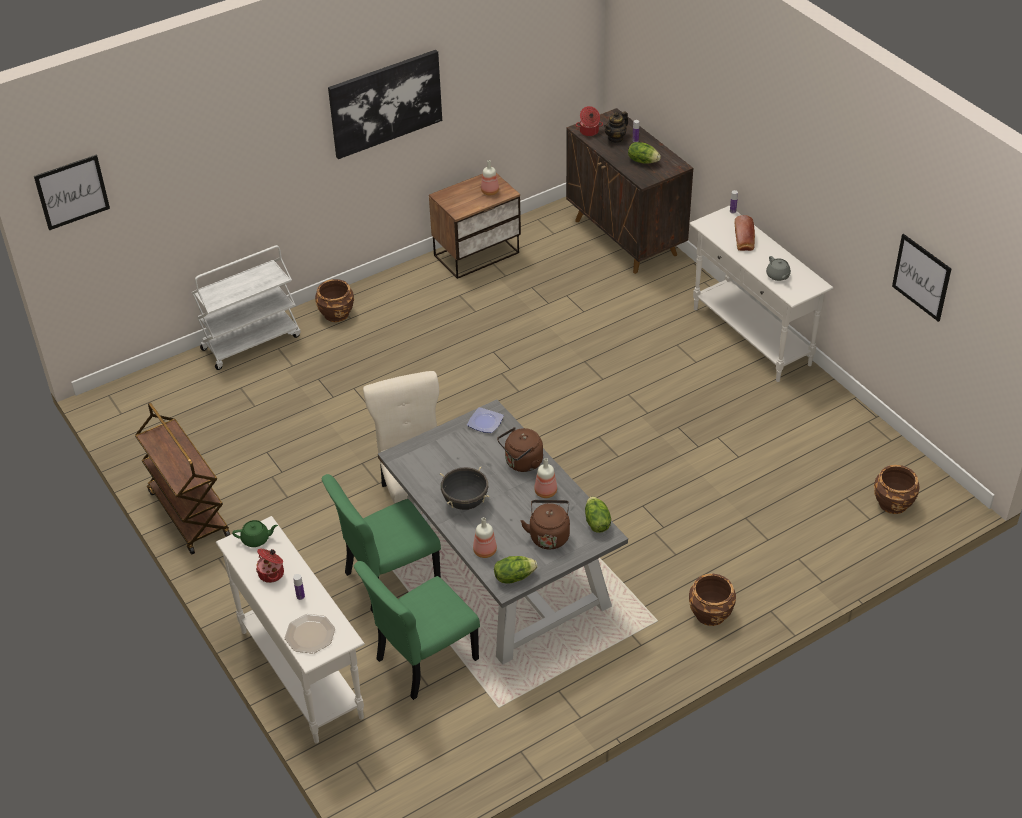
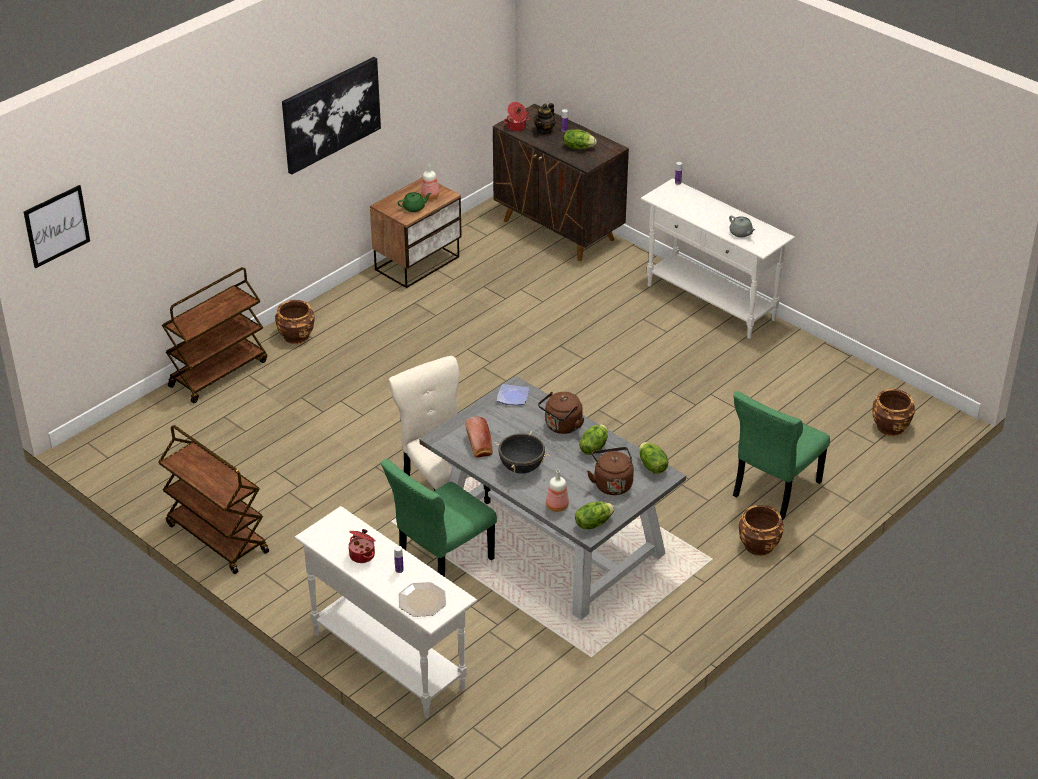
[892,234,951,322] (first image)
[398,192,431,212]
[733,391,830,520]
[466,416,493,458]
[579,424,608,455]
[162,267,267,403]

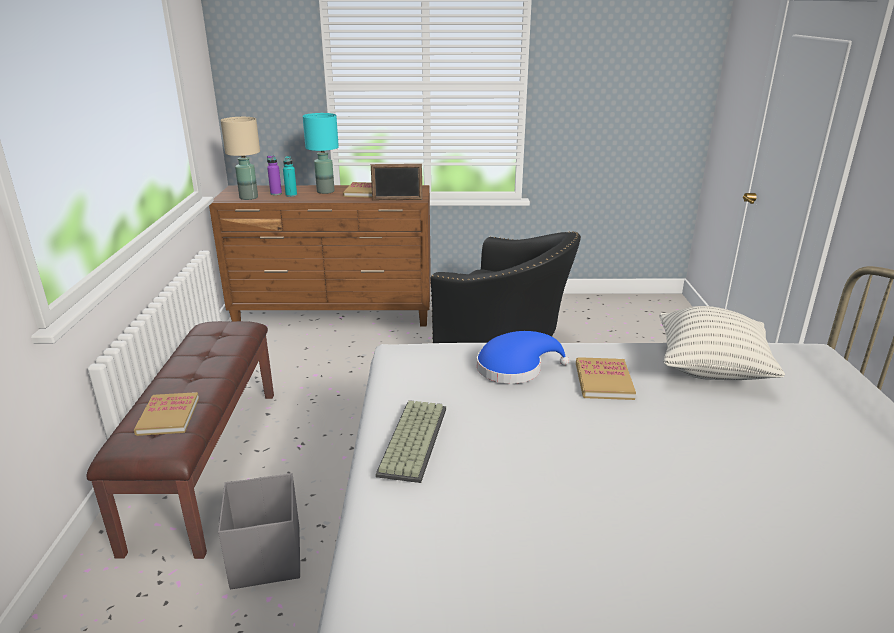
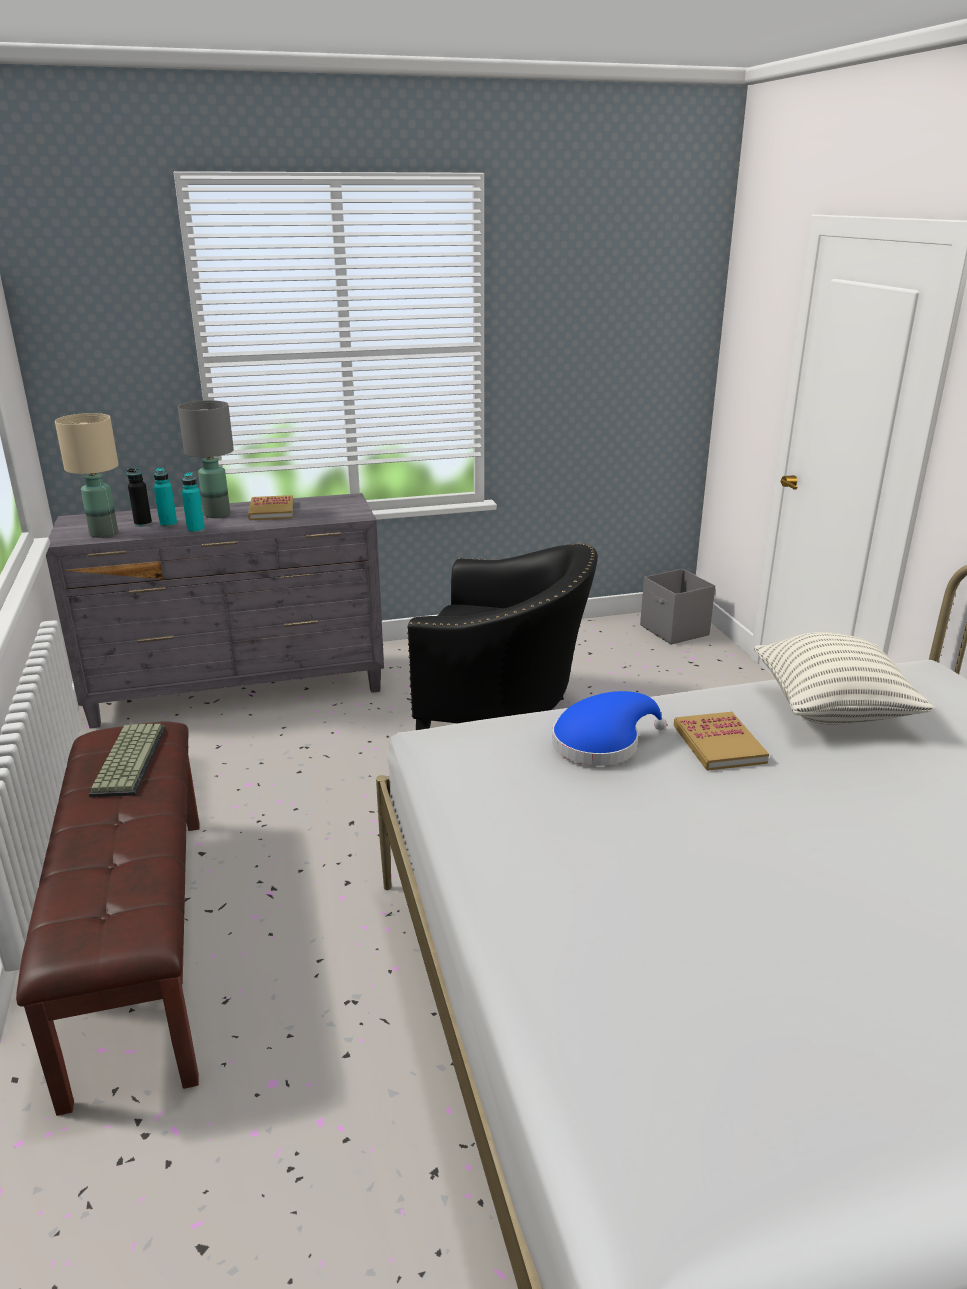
[134,392,199,436] (first image)
[371,164,423,200] (first image)
[182,472,205,533]
[640,569,715,644]
[89,723,166,797]
[46,493,384,728]
[127,468,152,527]
[178,400,234,518]

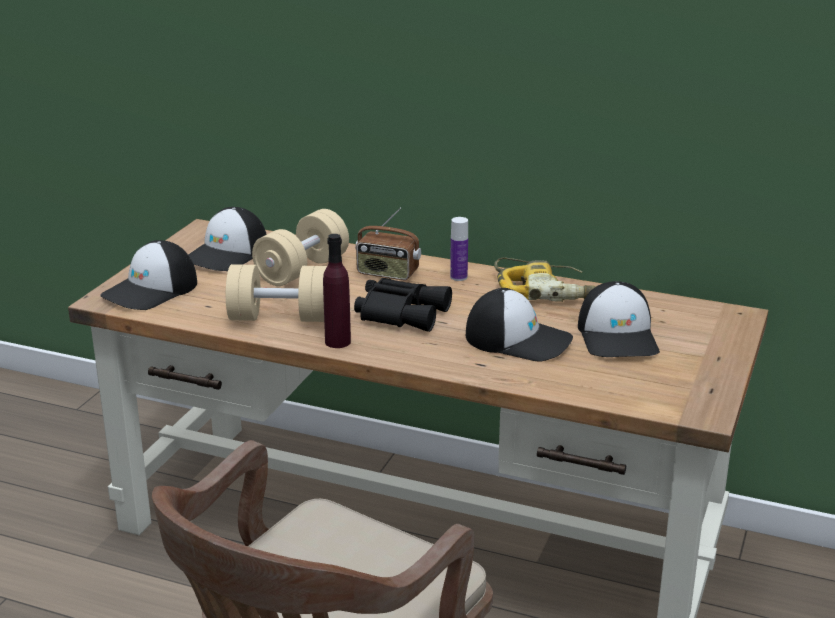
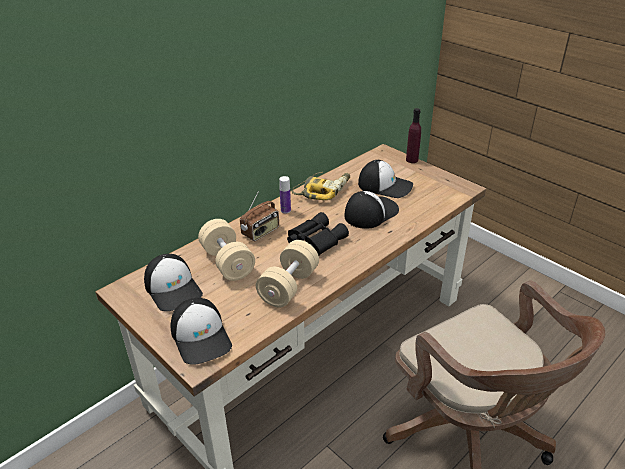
[406,108,421,163]

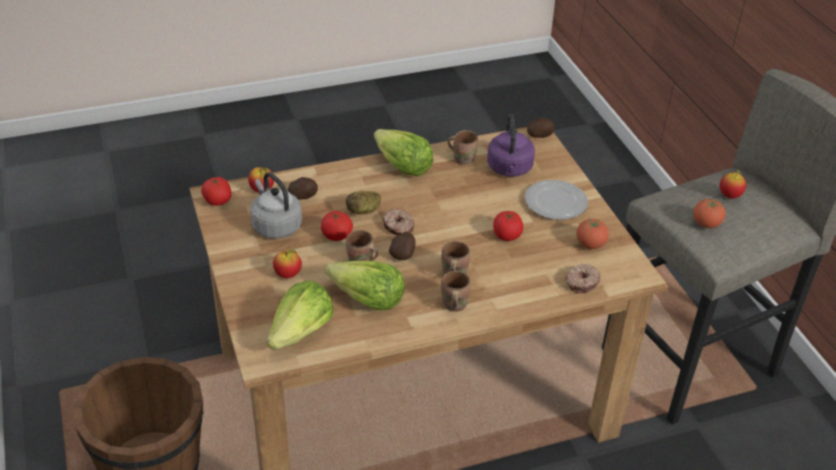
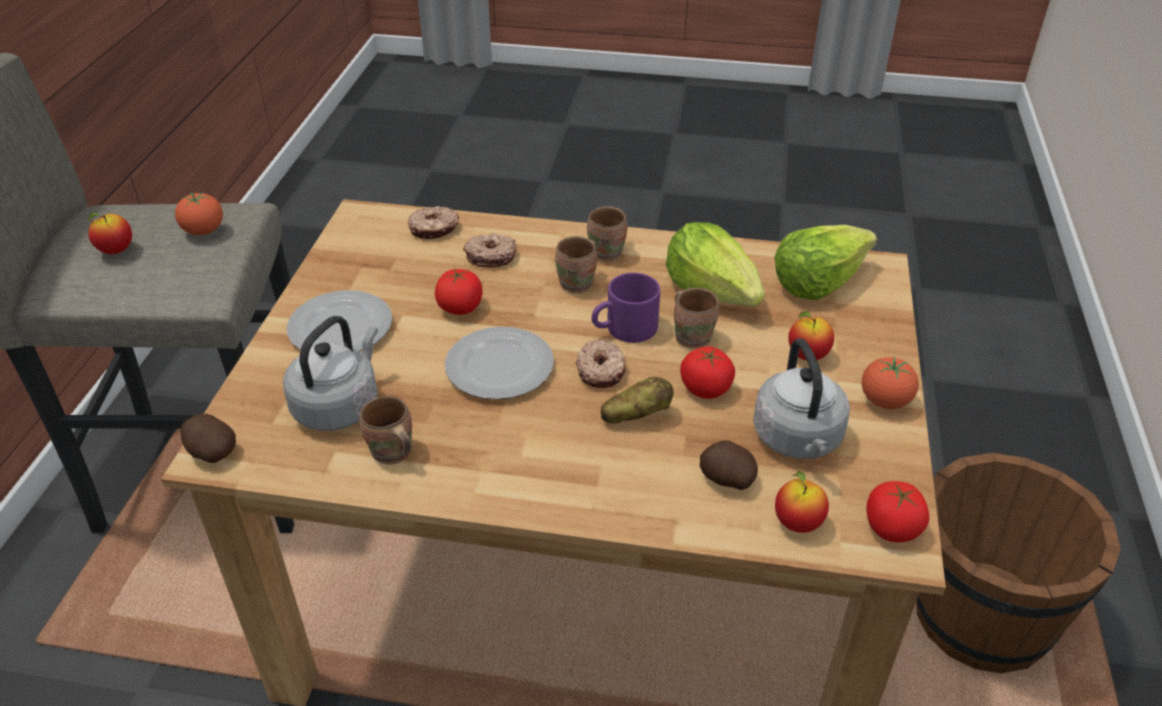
[374,129,433,176] (first image)
[445,327,554,399]
[463,233,516,268]
[862,355,919,409]
[591,273,660,343]
[283,316,378,431]

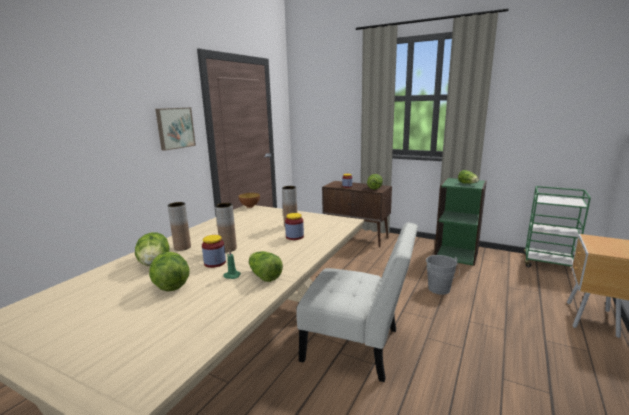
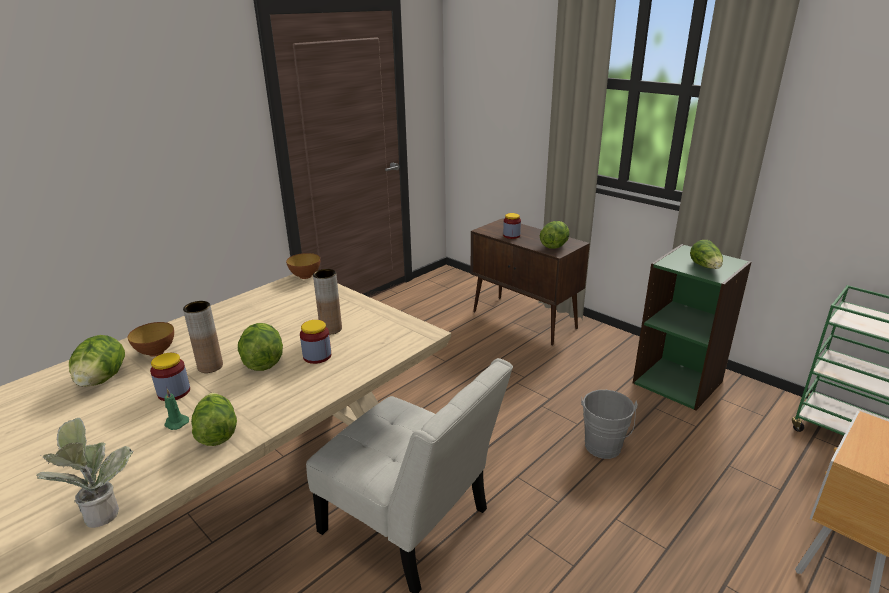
[155,108,196,151] (first image)
[36,418,134,528]
[238,323,283,371]
[128,322,174,357]

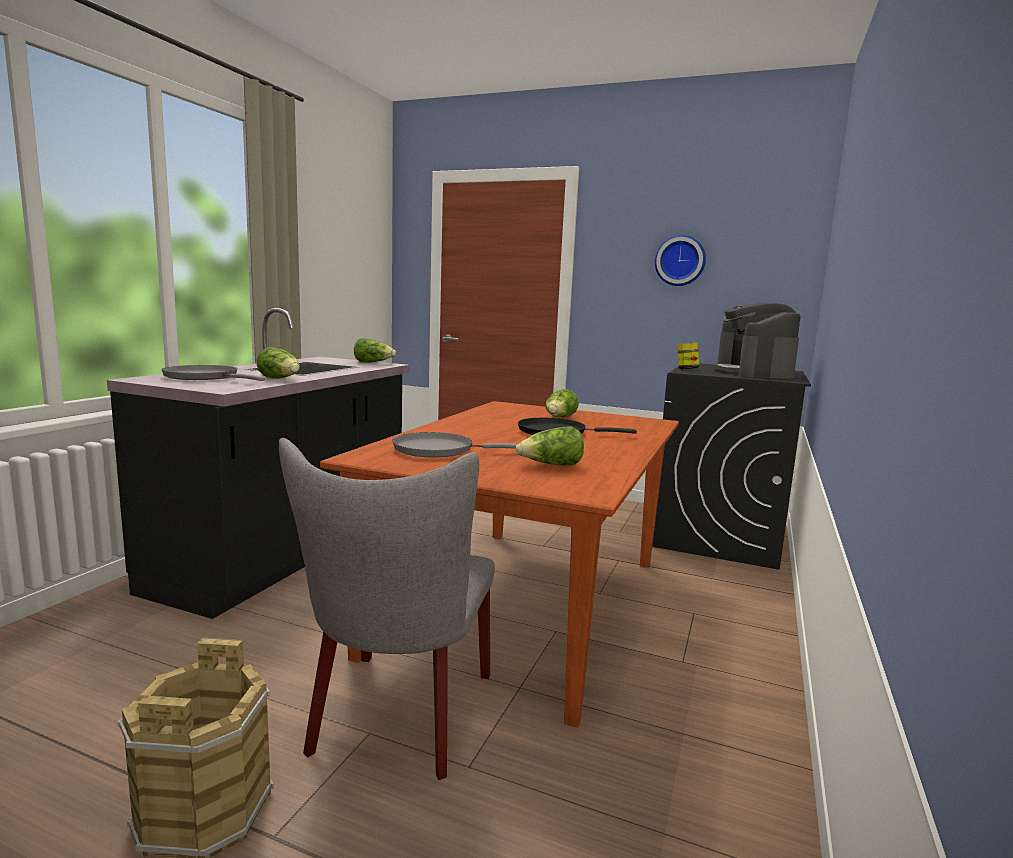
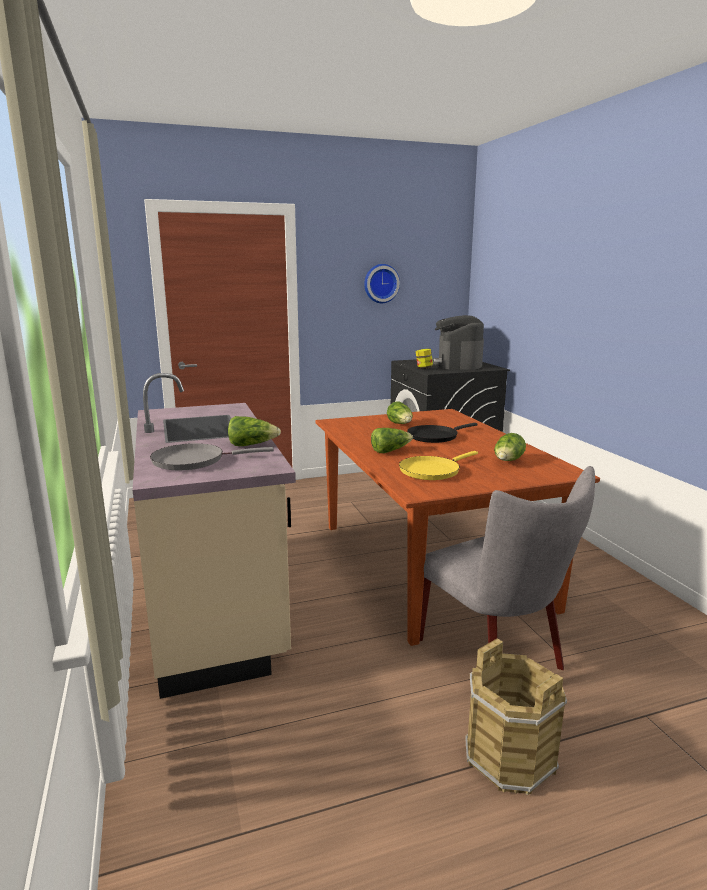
[371,428,413,453]
[133,373,296,699]
[399,451,478,480]
[432,315,484,369]

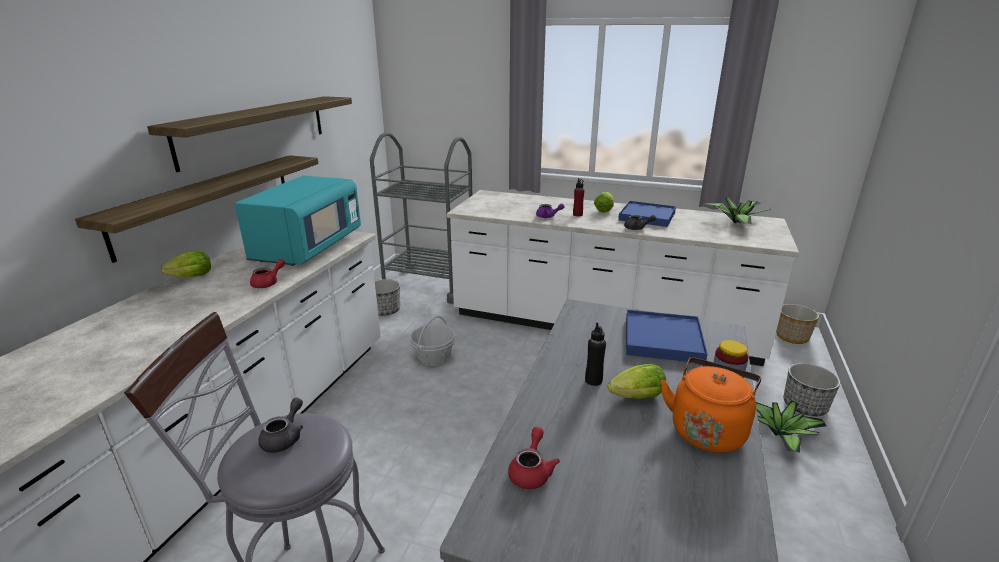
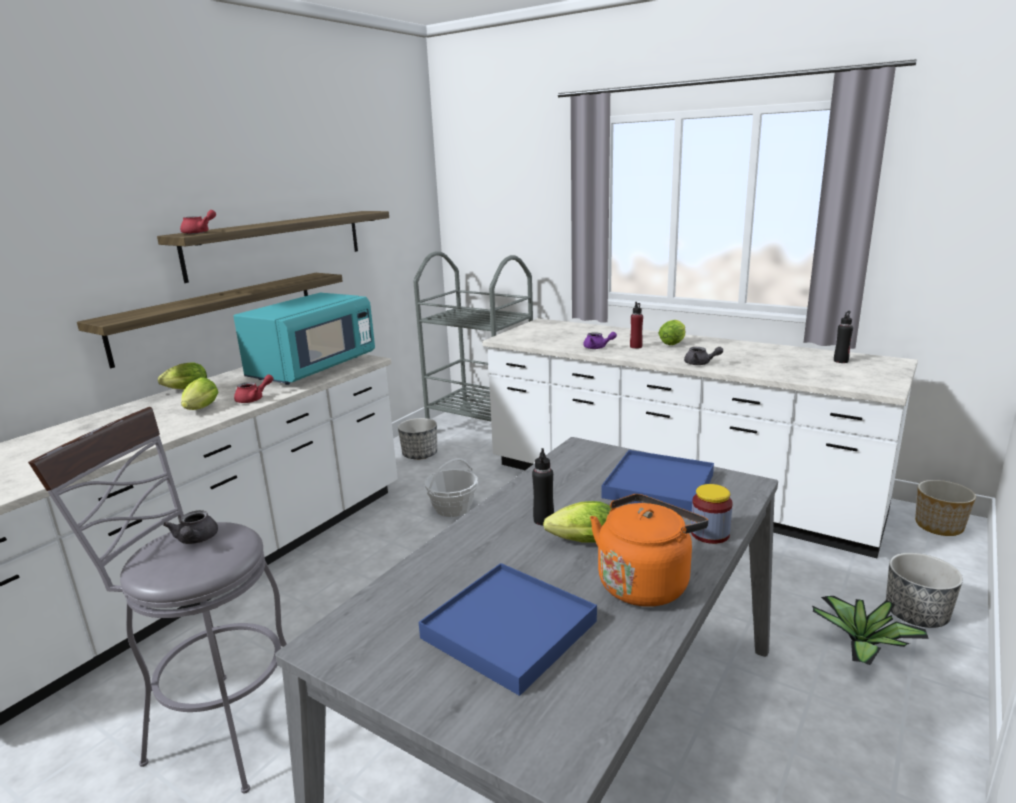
[181,377,218,410]
[180,210,216,234]
[419,563,597,696]
[834,311,853,363]
[163,510,218,544]

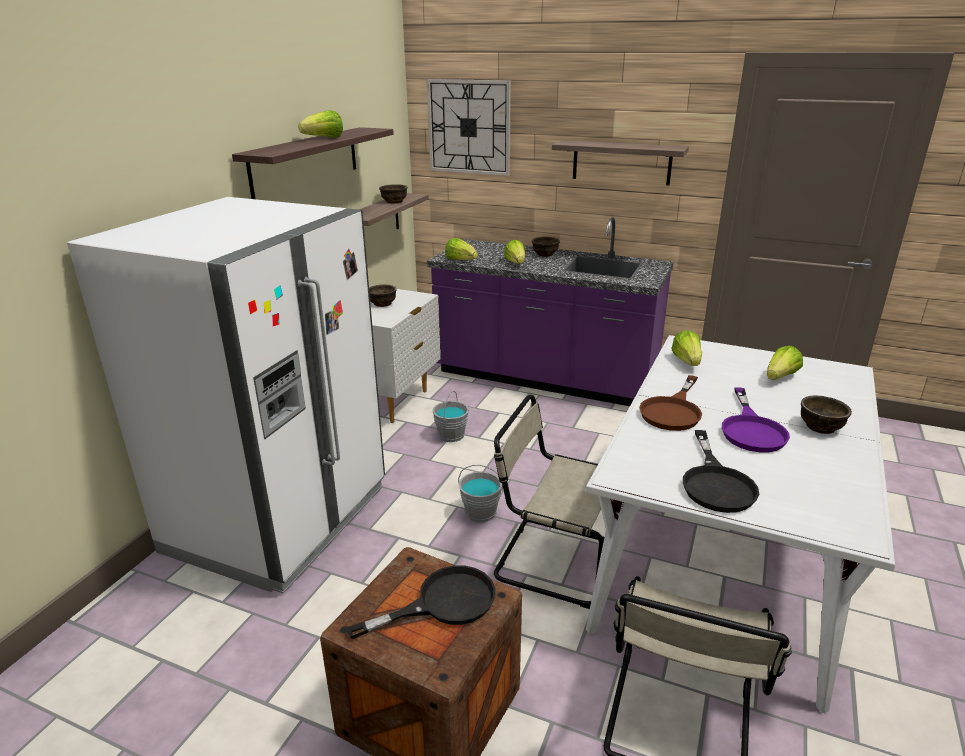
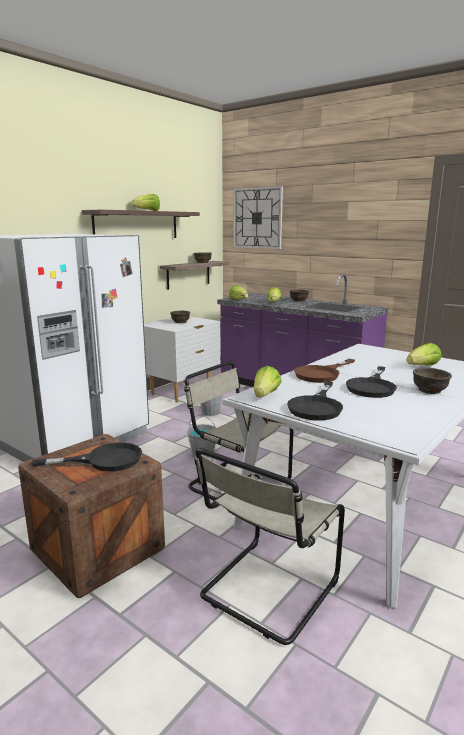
[552,140,689,185] (first image)
[254,366,282,397]
[346,366,397,398]

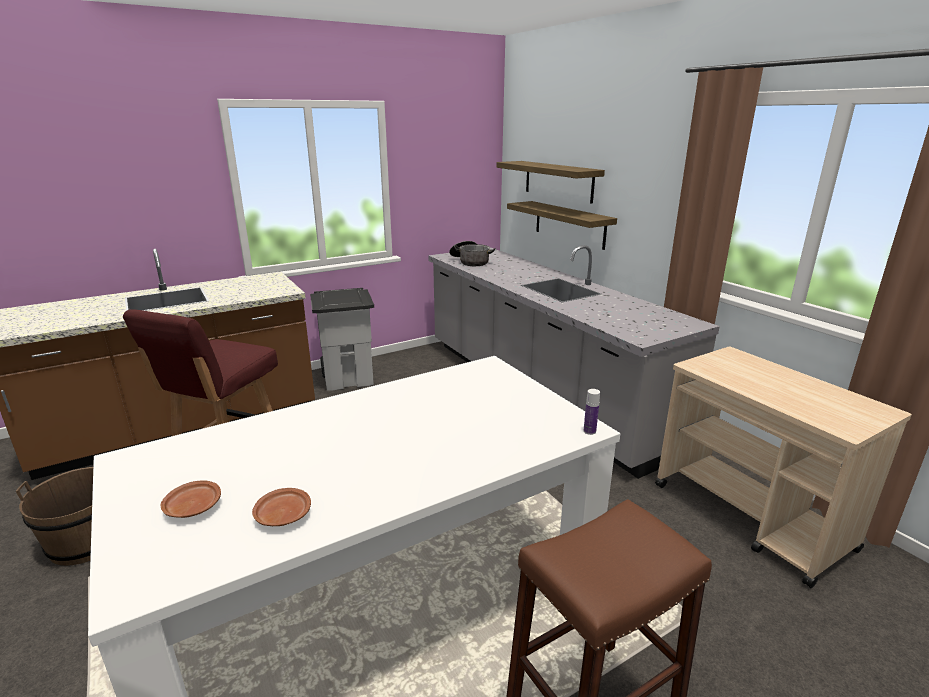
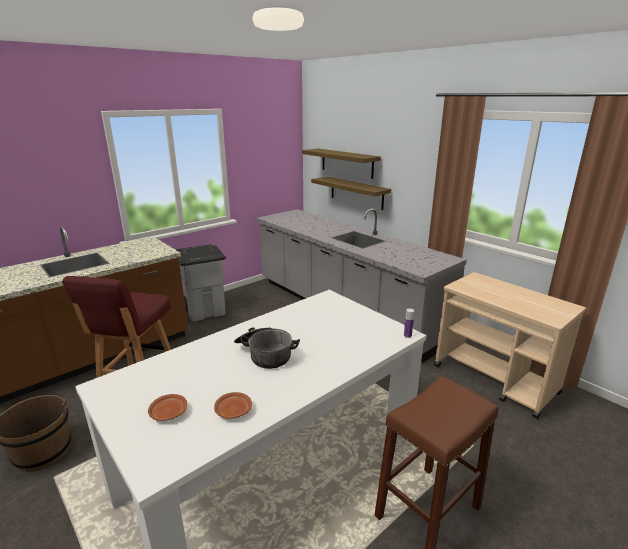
[234,328,300,369]

